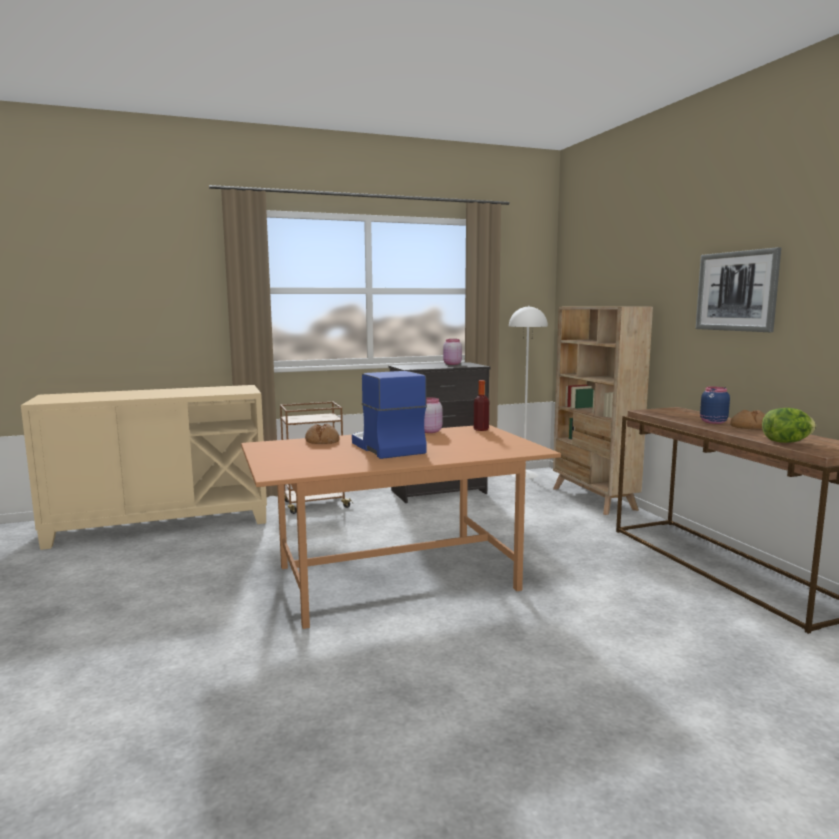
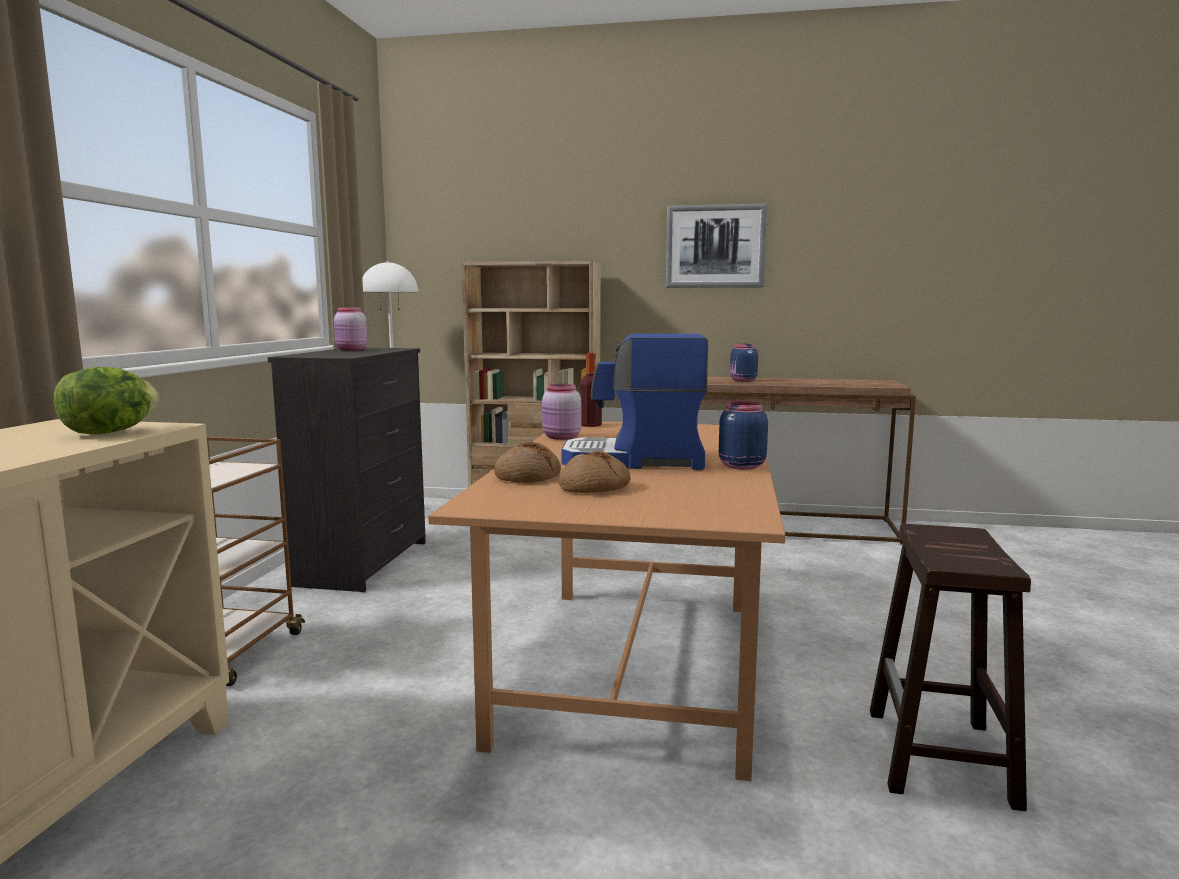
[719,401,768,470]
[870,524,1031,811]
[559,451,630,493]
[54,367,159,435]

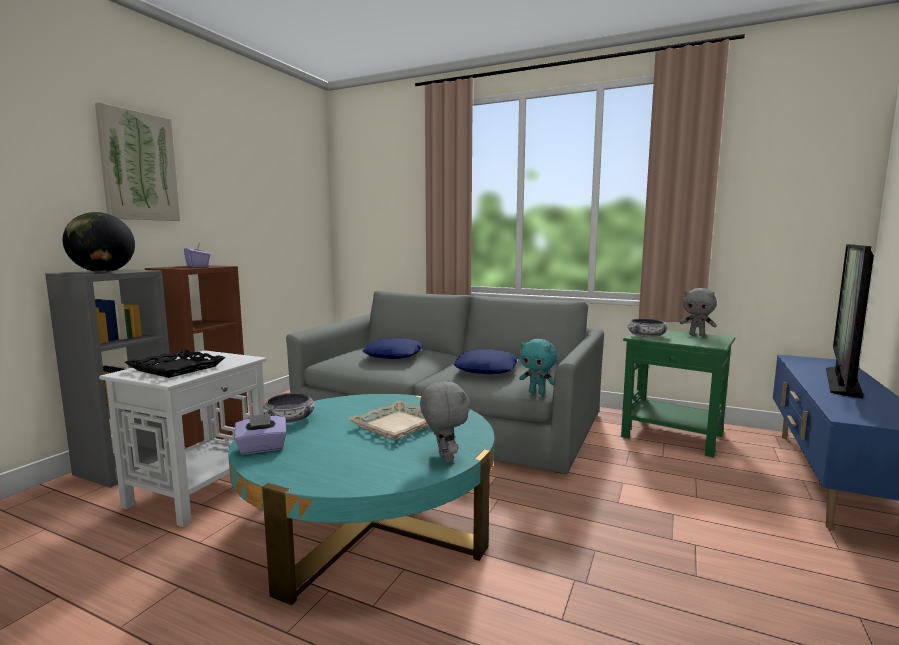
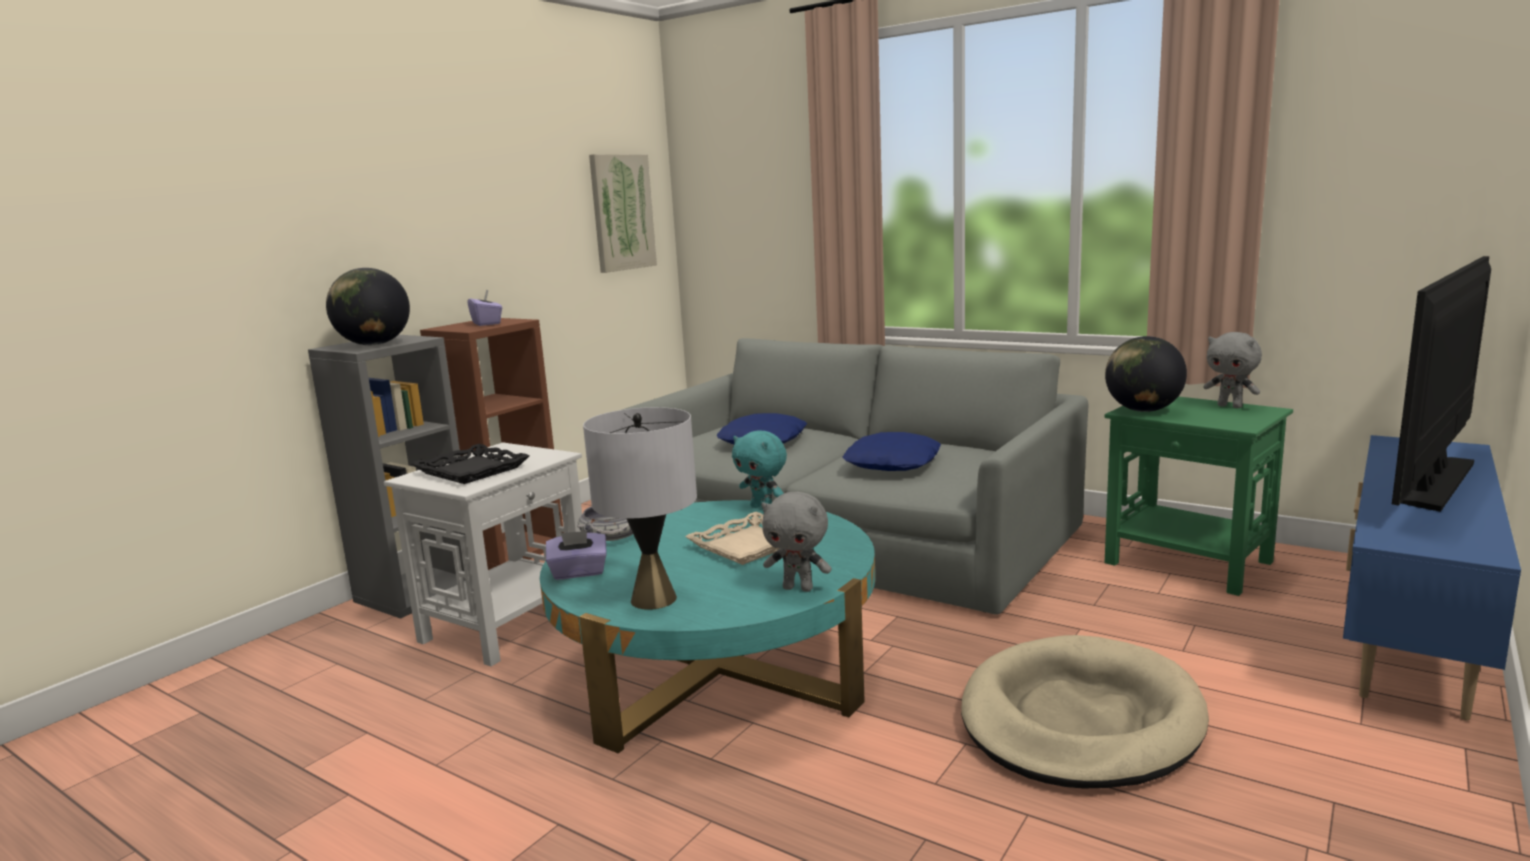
[583,407,697,610]
[961,635,1209,788]
[589,154,657,273]
[732,430,787,509]
[1105,336,1187,412]
[761,492,832,592]

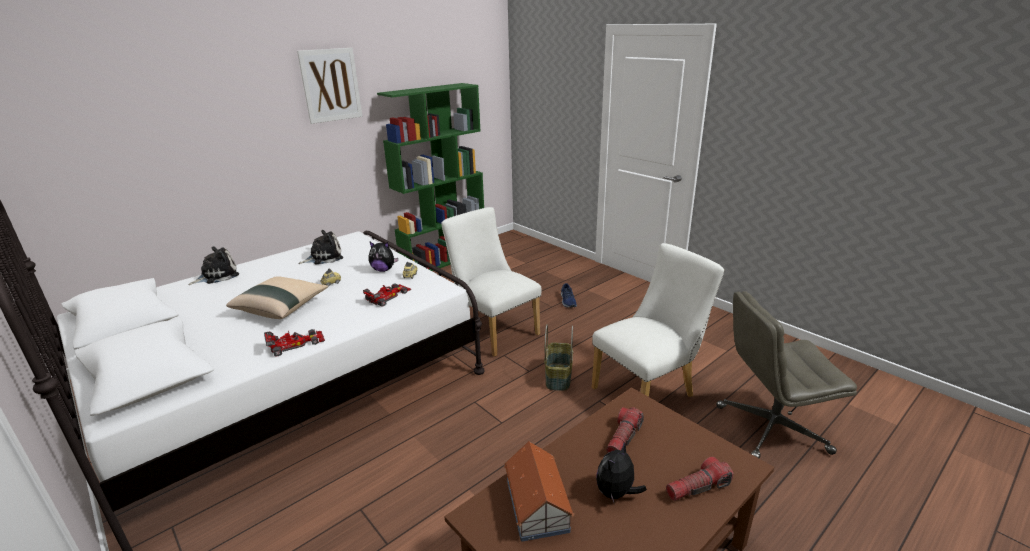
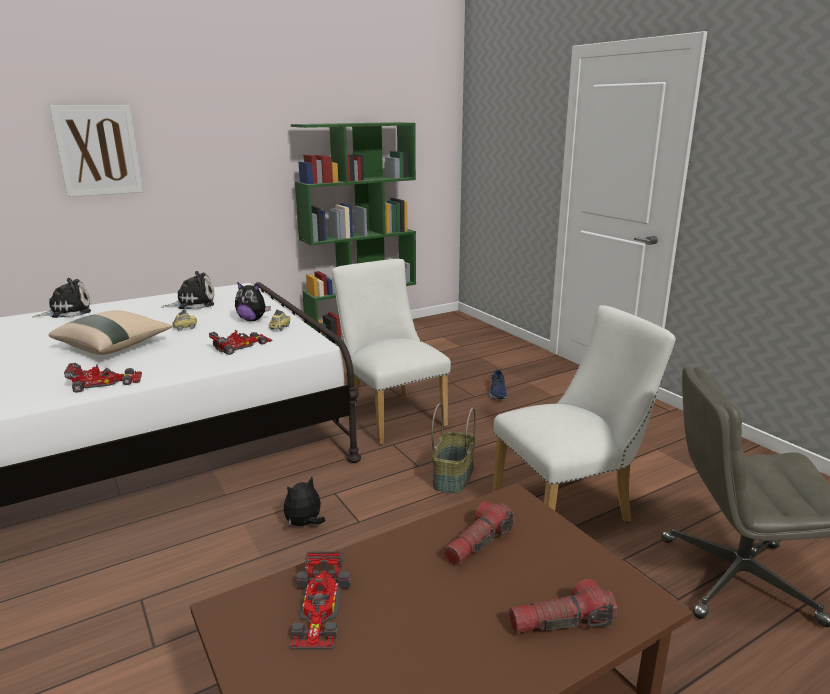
[49,105,143,197]
[284,477,325,526]
[290,551,351,650]

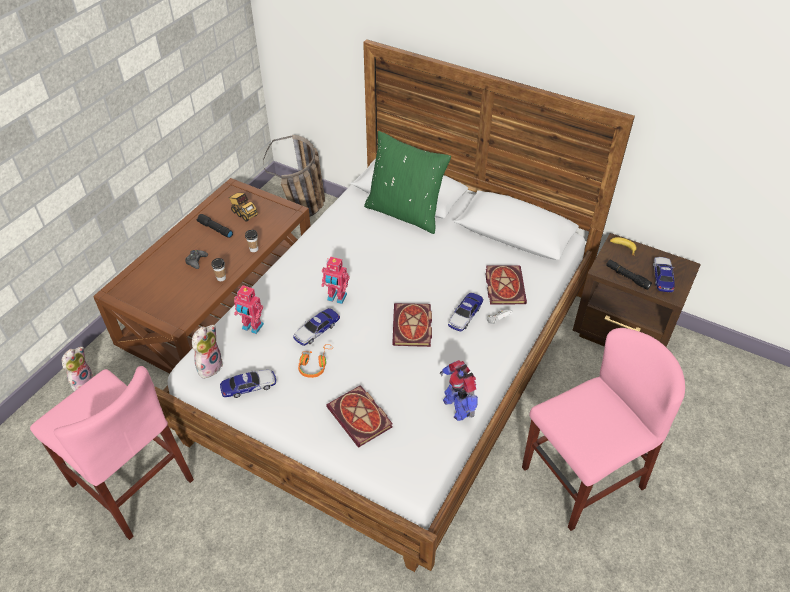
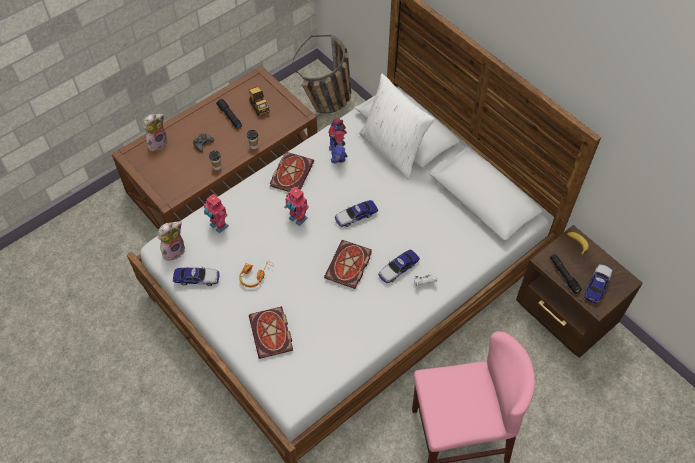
[30,366,194,540] (first image)
[143,114,168,151]
[335,200,378,227]
[328,118,347,164]
[270,152,314,192]
[359,74,434,180]

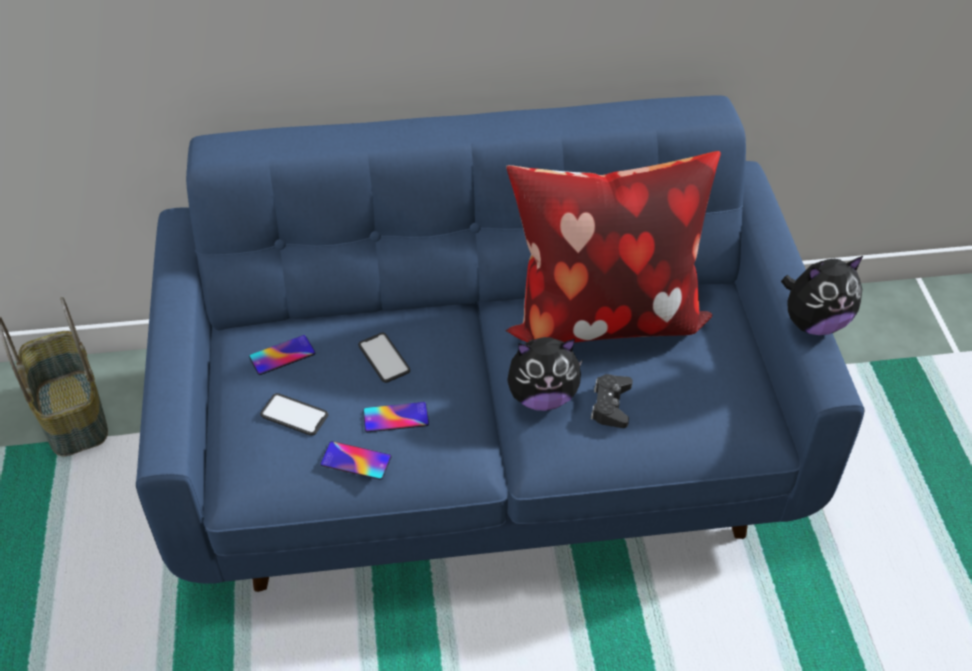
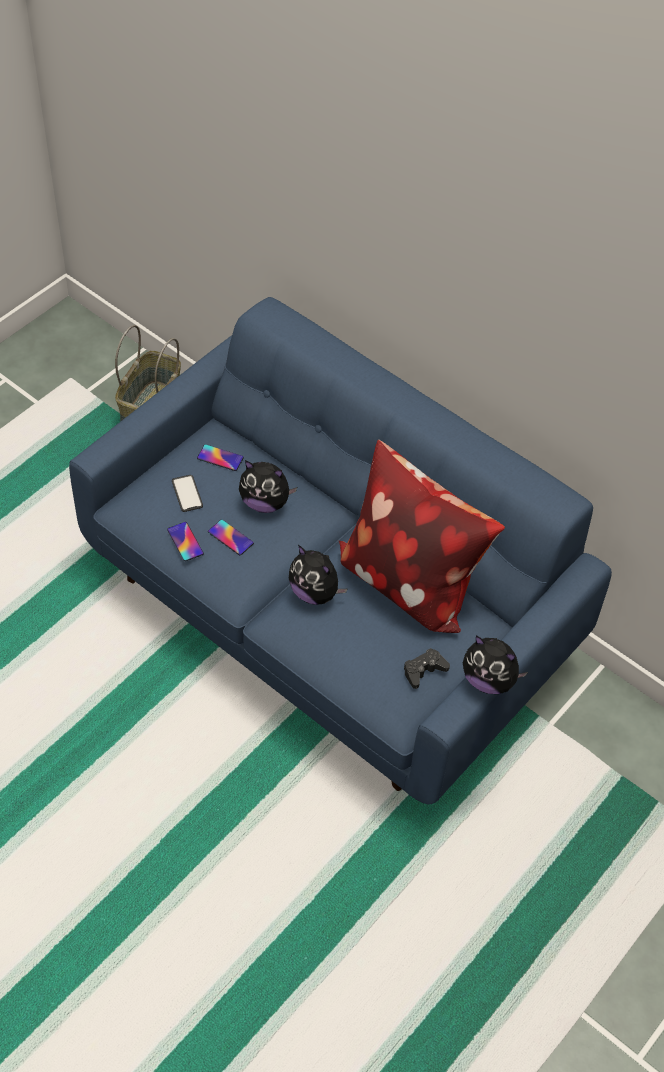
[404,648,450,689]
[239,460,297,513]

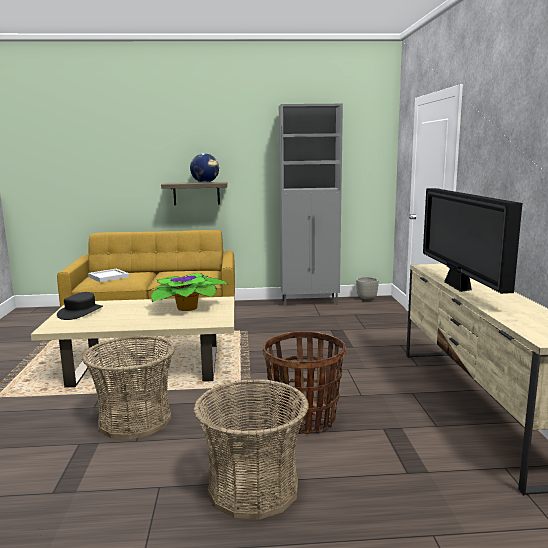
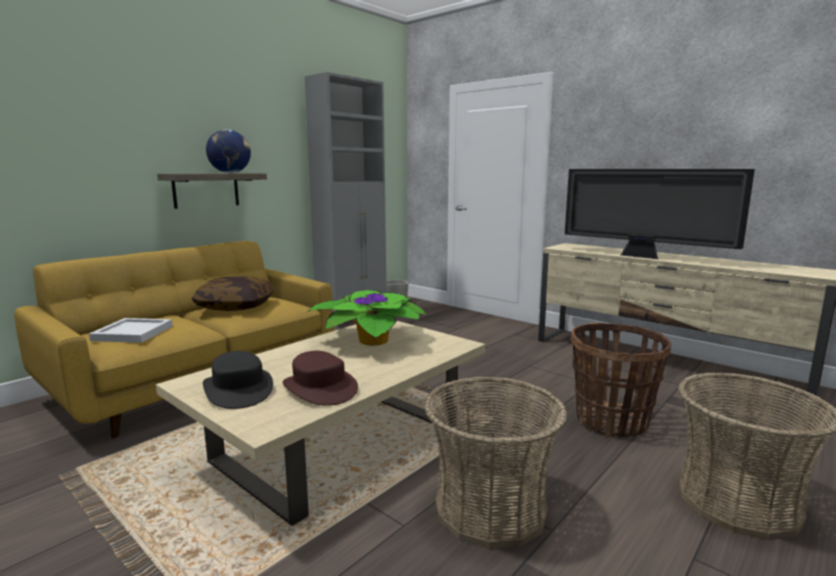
[191,276,275,311]
[283,351,358,406]

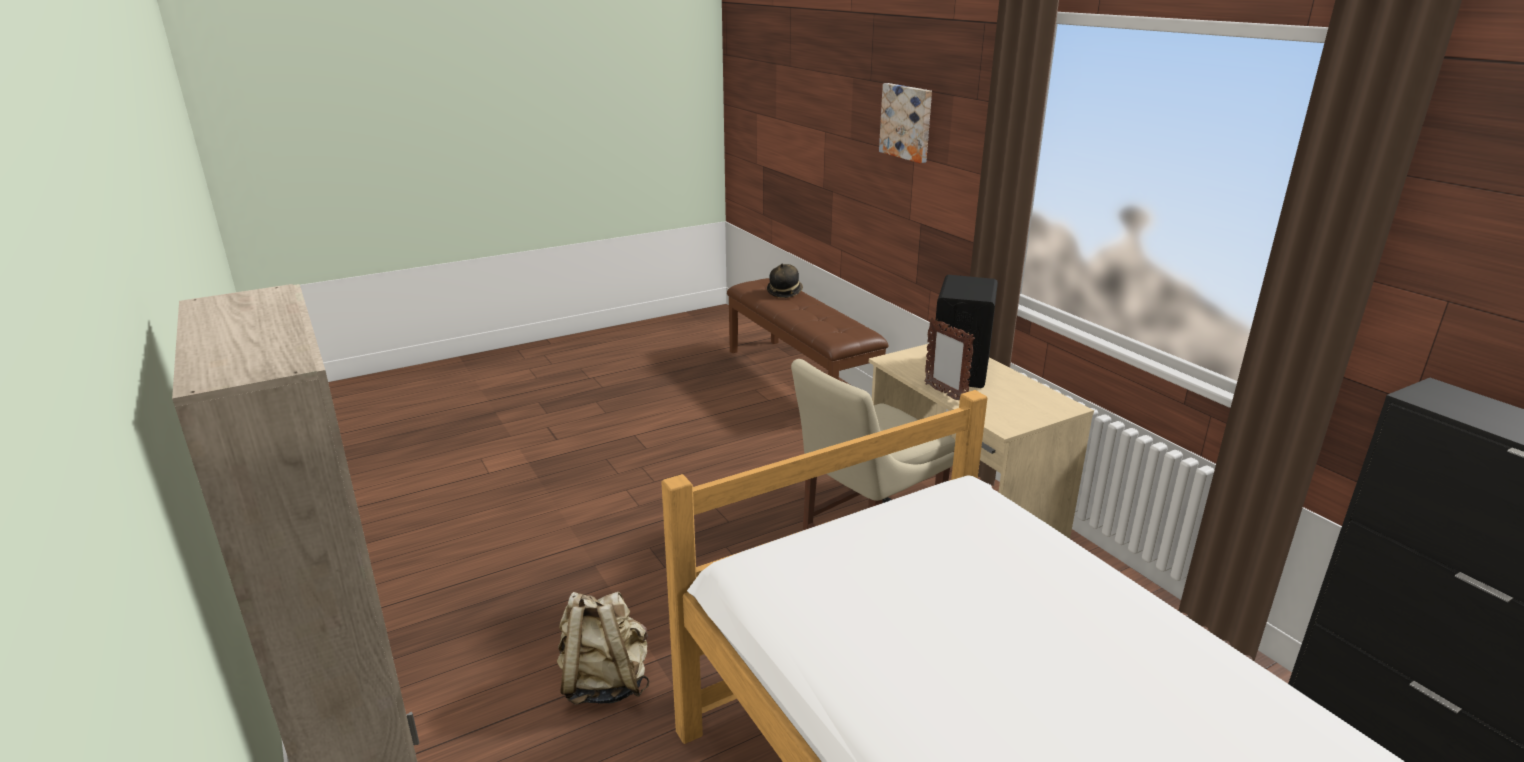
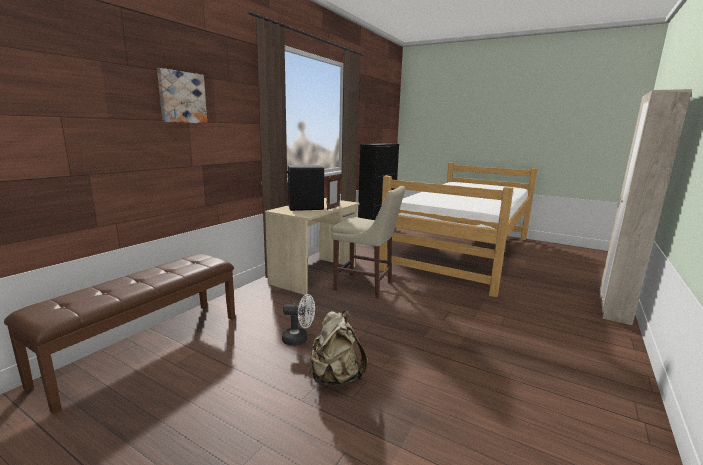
[767,264,803,298] (first image)
[282,294,315,346]
[310,311,367,385]

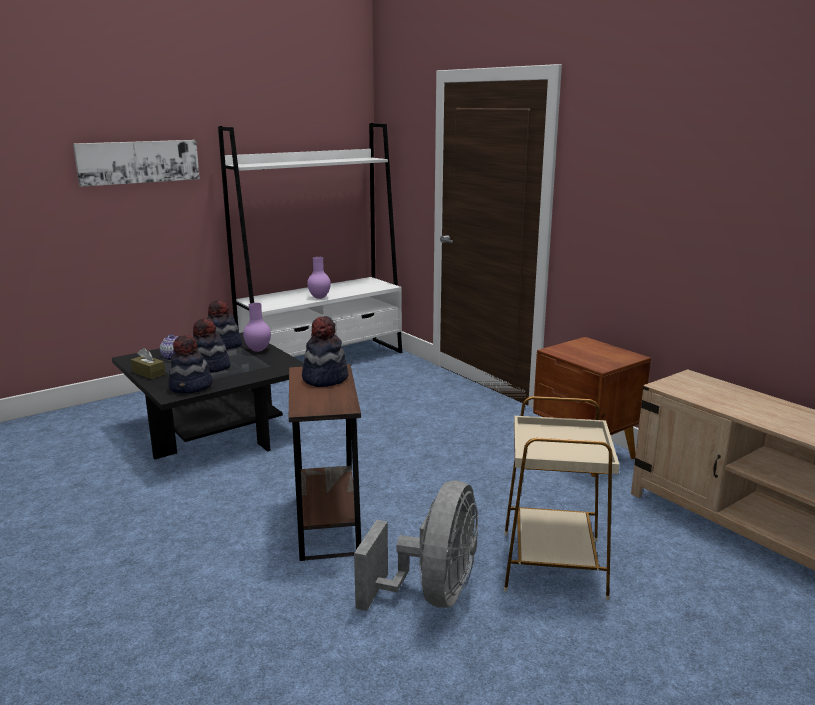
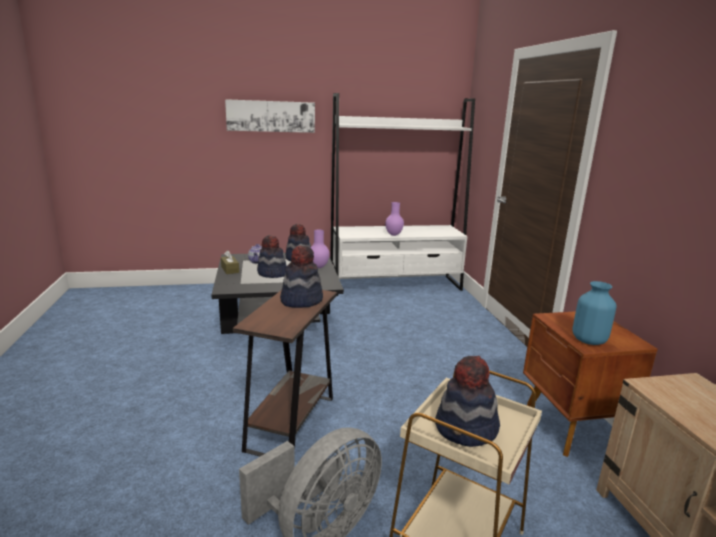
[572,281,617,345]
[435,356,500,447]

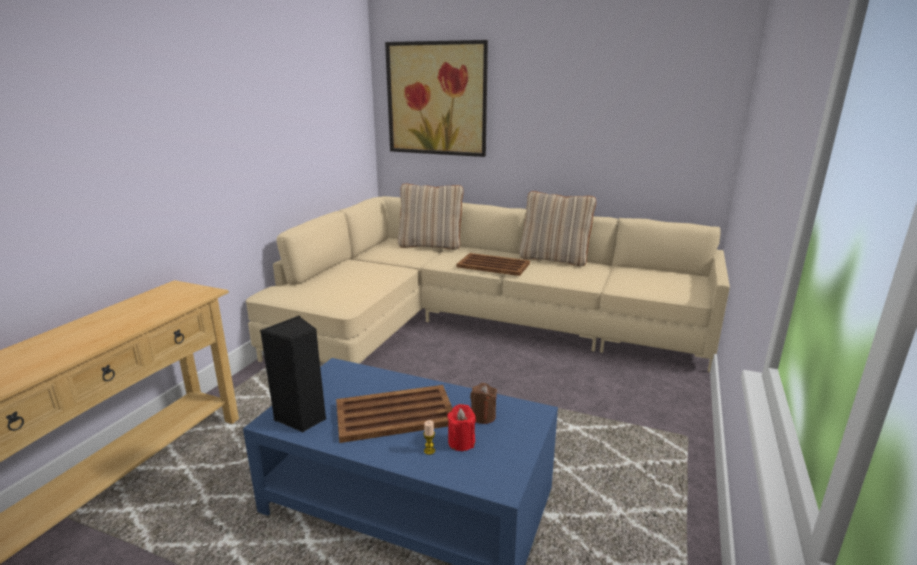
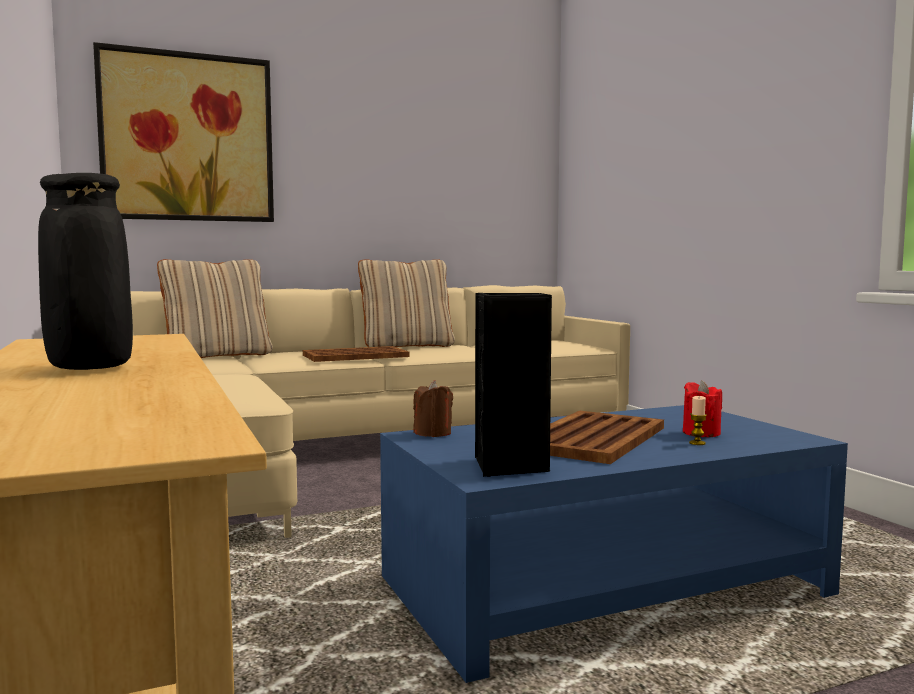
[38,173,133,370]
[413,380,453,437]

